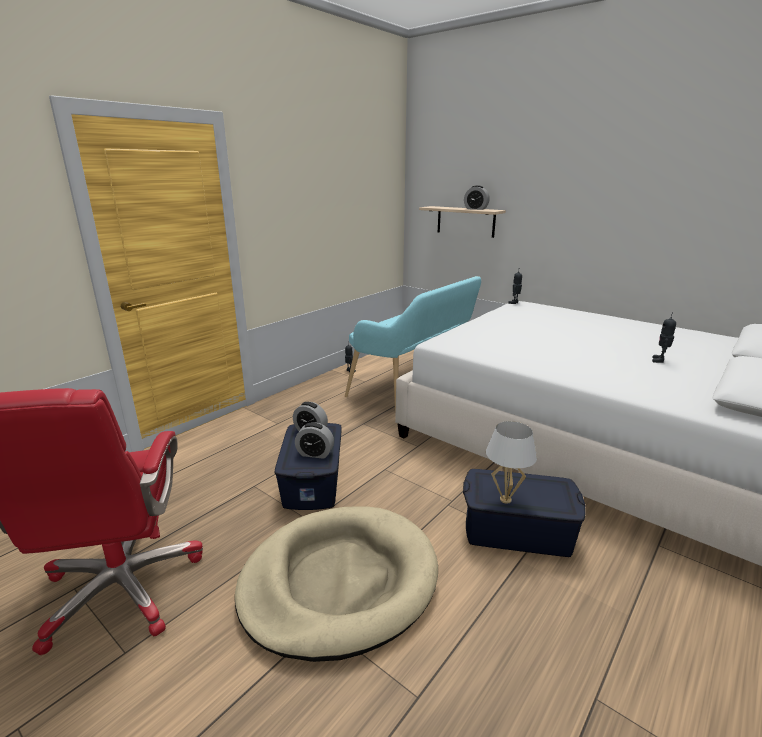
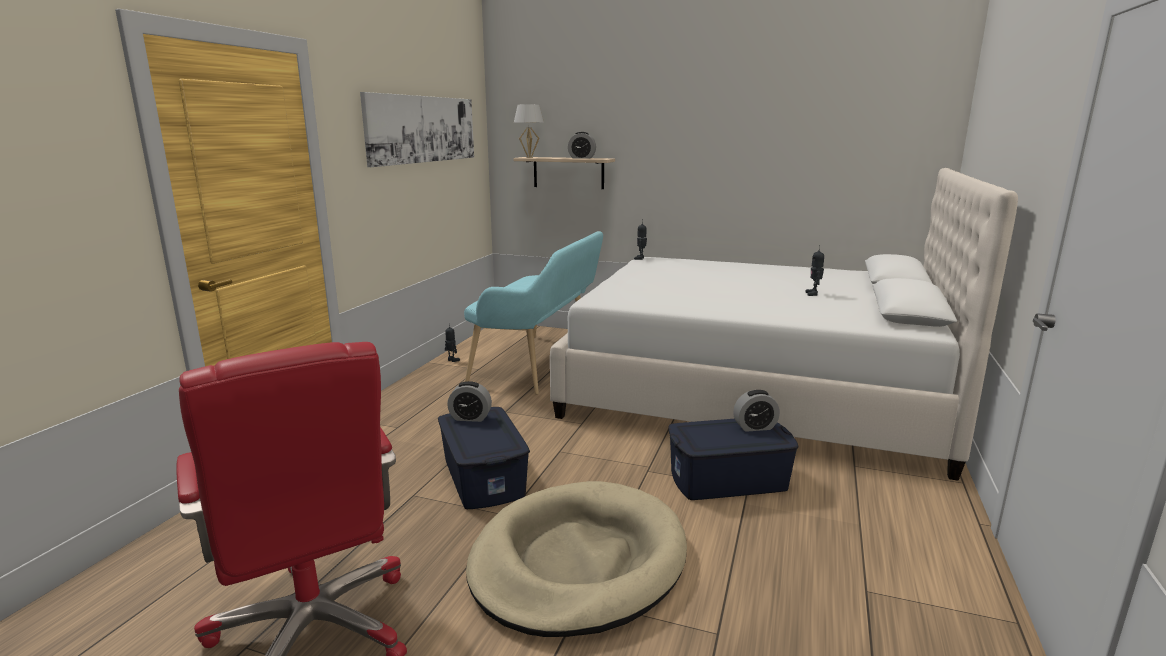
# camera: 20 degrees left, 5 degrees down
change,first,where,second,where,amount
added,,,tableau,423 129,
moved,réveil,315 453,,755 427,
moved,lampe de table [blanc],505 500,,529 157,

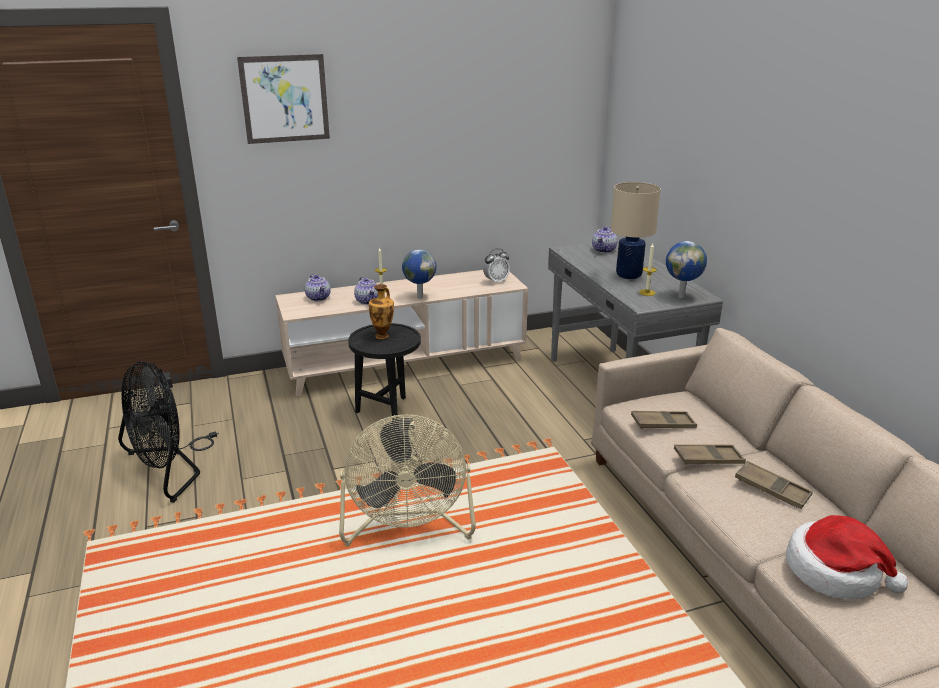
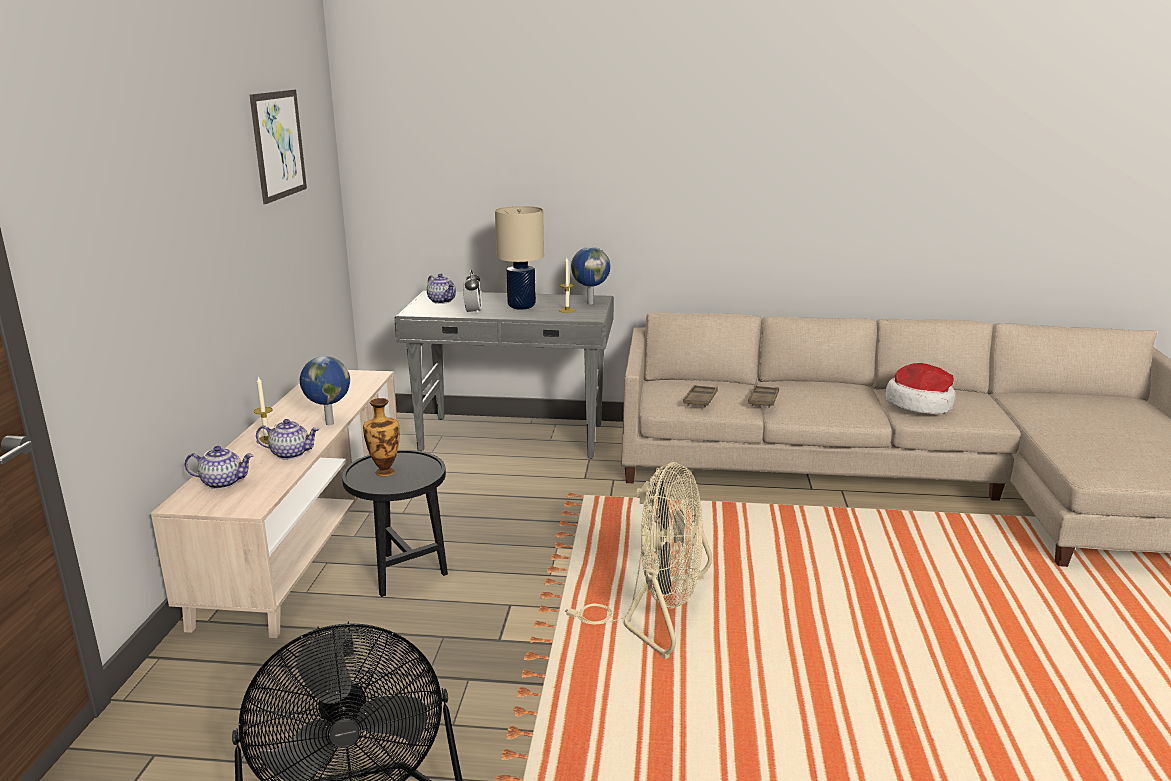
# camera: 65 degrees left, 5 degrees down
change,first,where,second,where,amount
removed,plateau [marron],772 489,,,
moved,tableau,285 99,,278 144,
moved,réveil,496 281,,473 312,

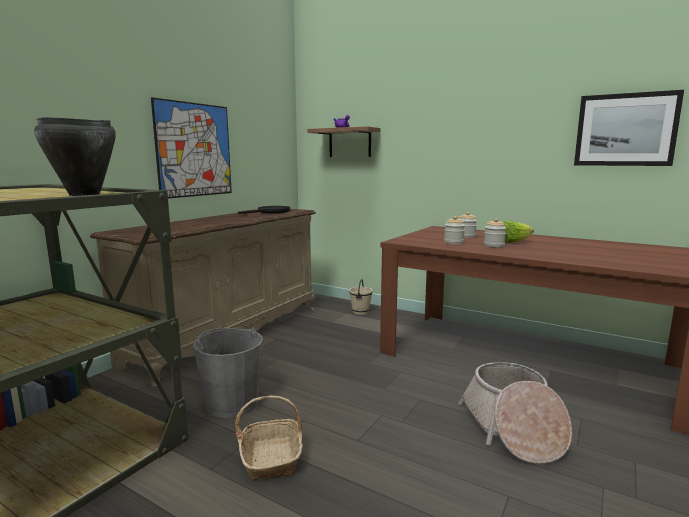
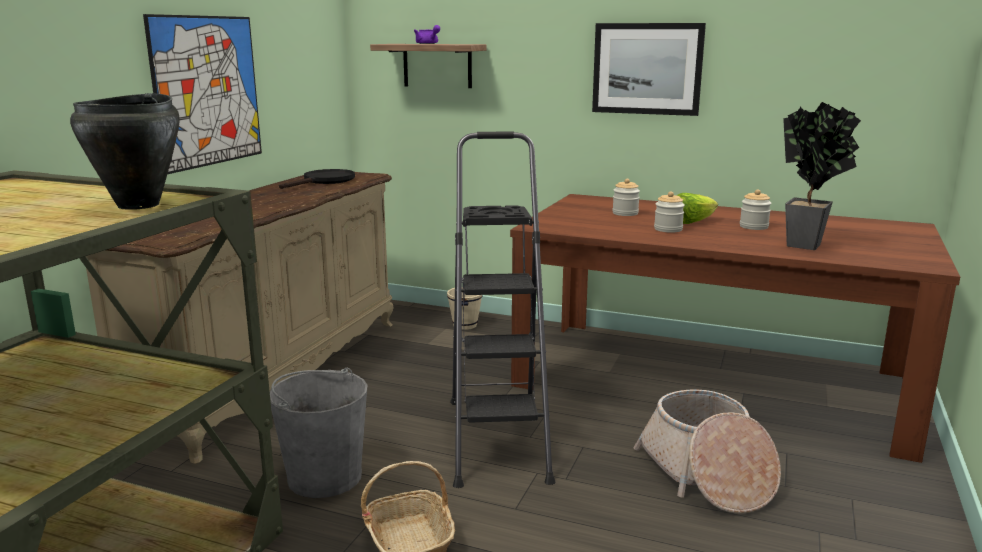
# camera: 10 degrees left, 5 degrees up
change,first,where,second,where,amount
added,,,escabeau,497 437,
added,,,plante en pot,808 247,
moved,bocal,453 242,,753 227,
moved,tableau,625 130,,647 69,

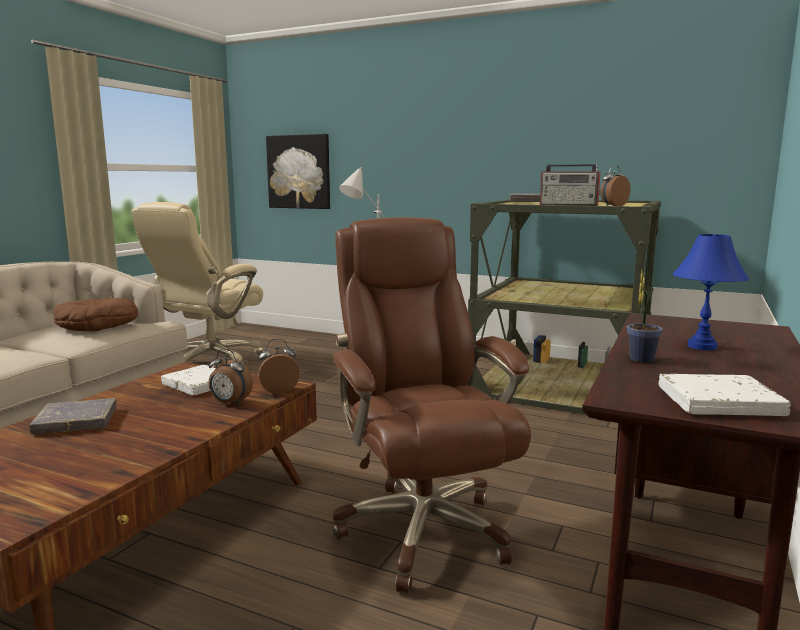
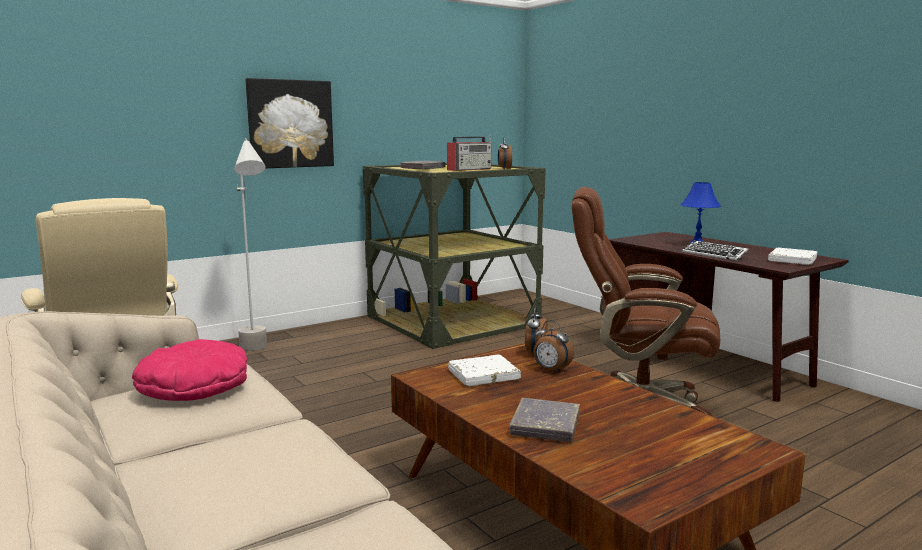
# camera: 60 degrees left, 0 degrees up
change,first,where,second,where,amount
moved,tableau,299 172,,290 124,
replaced,plante en pot,642 358,clavier,714 254,
recoloured,coussin [marron],97 326,coussin [rose],193 387,
turned,réveil,230 403,,551 370,75 degrees clockwise

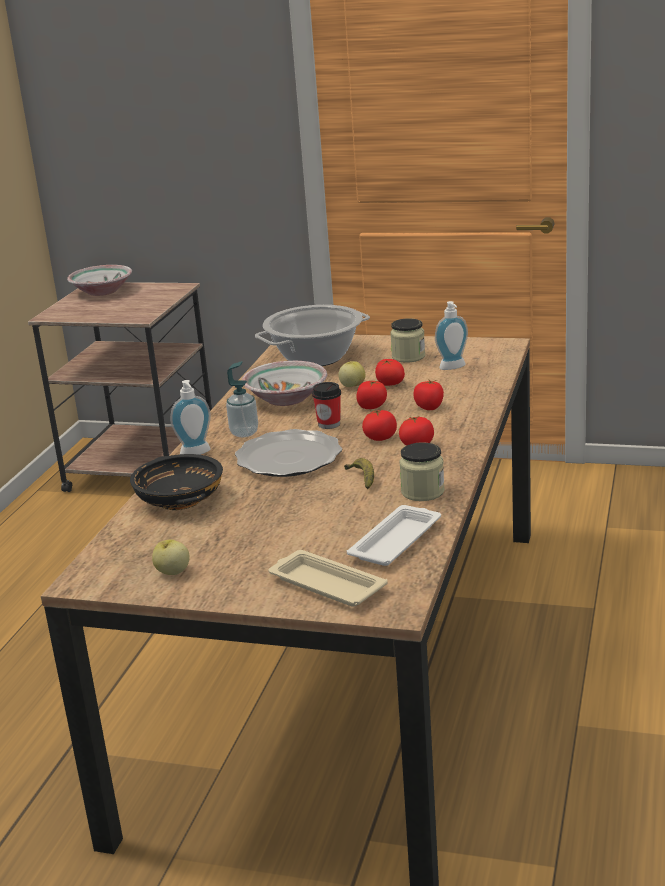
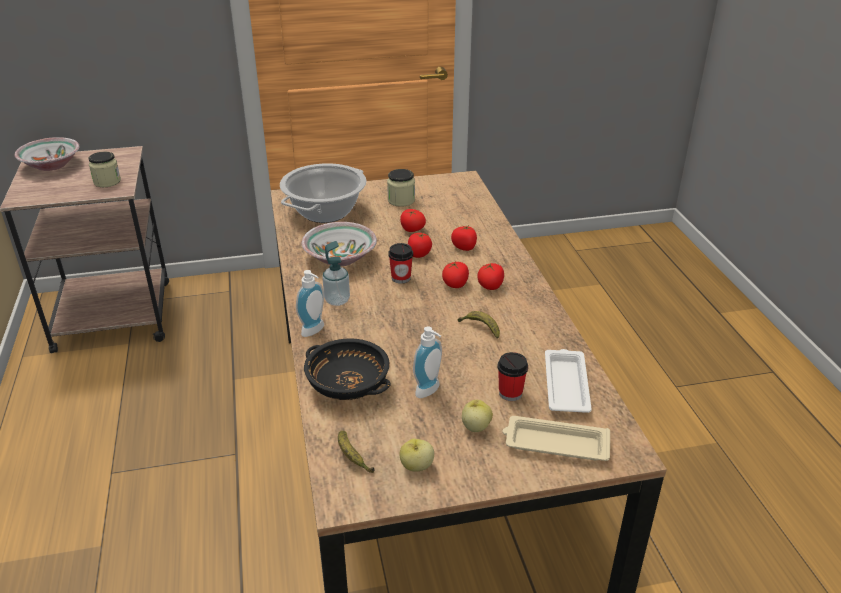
# camera: 30 degrees left, 10 degrees up
change,first,where,second,where,amount
removed,assiette,288 458,,,
added,,,banane,352 457,
added,,,tasse,510 393,
moved,pomme,352 386,,475 427,
moved,bocal,422 492,,107 182,
moved,distributeur de savon,454 368,,430 391,

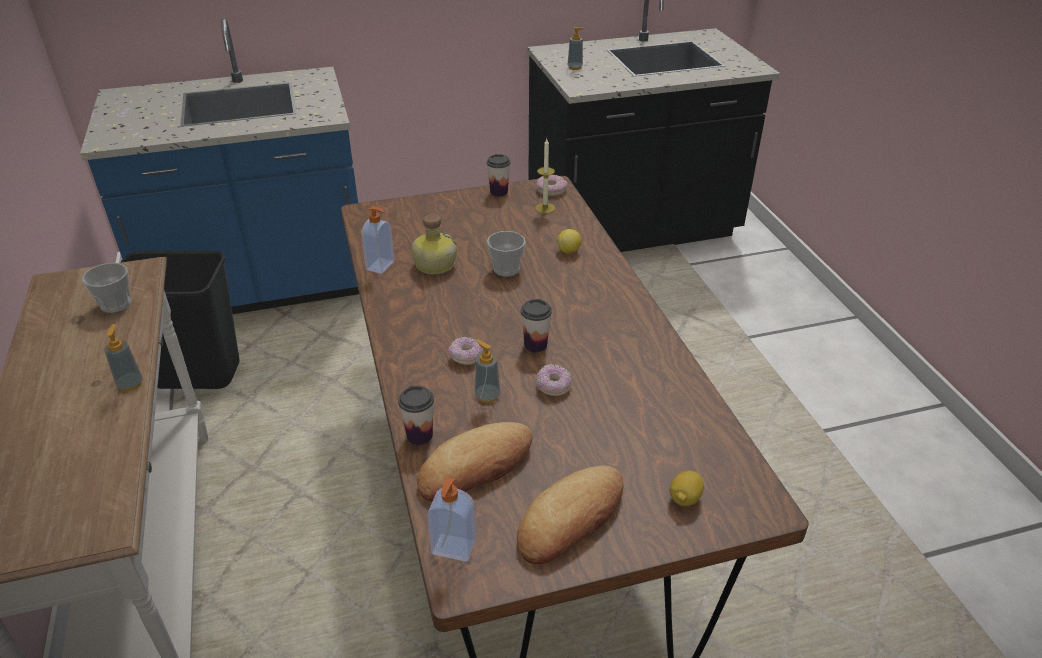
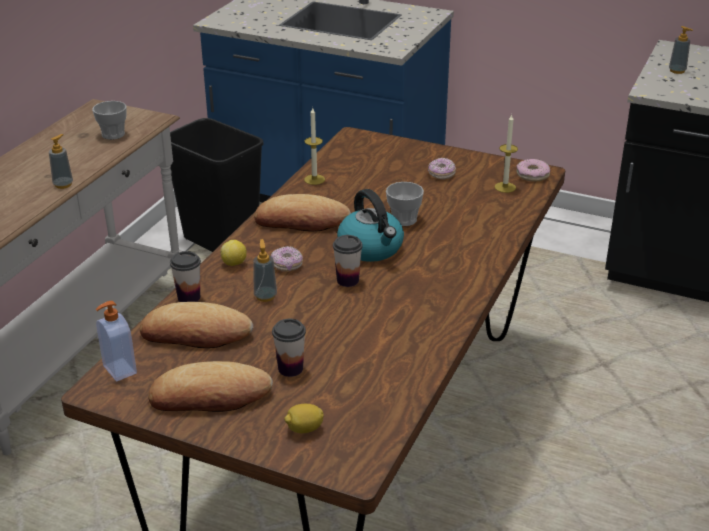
# camera: 40 degrees right, 5 degrees down
change,first,where,second,where,amount
removed,bouteille,434 264,,,
added,,,pain,301 221,
added,,,bouilloire,371 248,
moved,tasse,499 192,,290 369,
moved,beignet,553 386,,441 174,
moved,citron,569 251,,234 263,
replaced,distributeur de savon,381 266,bougie,314 179,

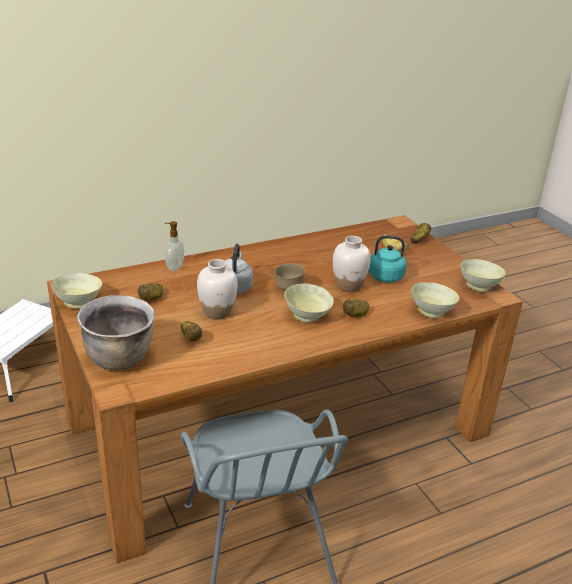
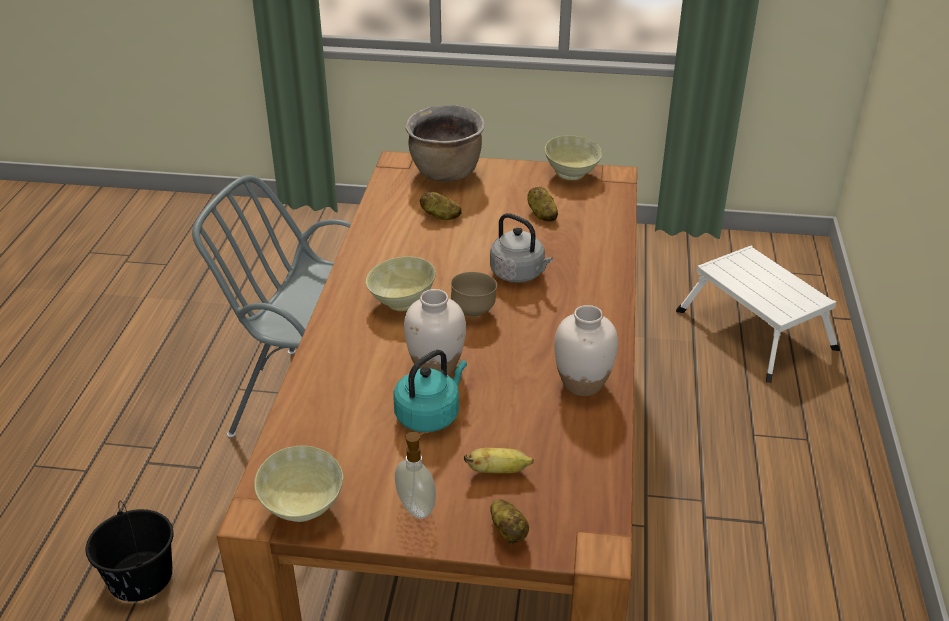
# camera: 125 degrees right, 5 degrees up
change,first,where,second,where,amount
removed,pomme de terre,356 315,,,
removed,bol [beige],432 312,,,
added,,,seau [noir],140 576,
moved,distributeur de savon,174 267,,417 507,
moved,vase [blanc],217 313,,582 384,

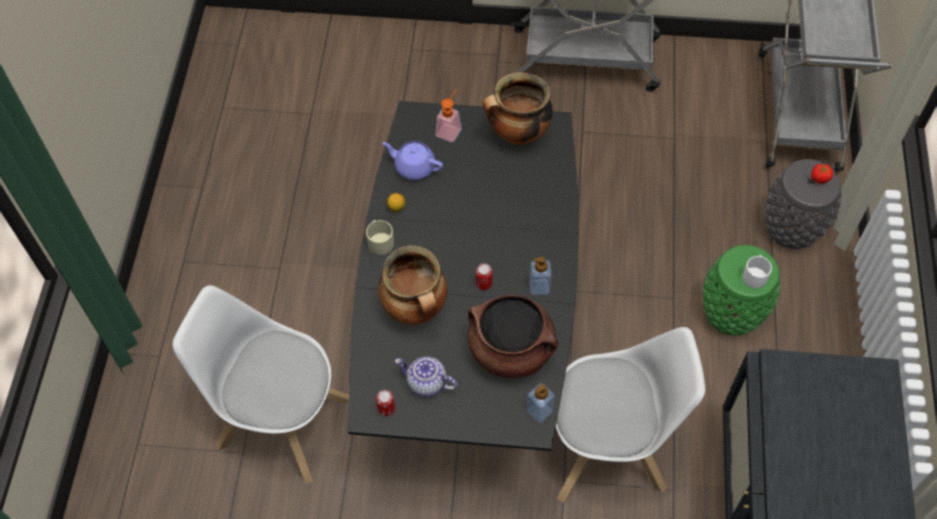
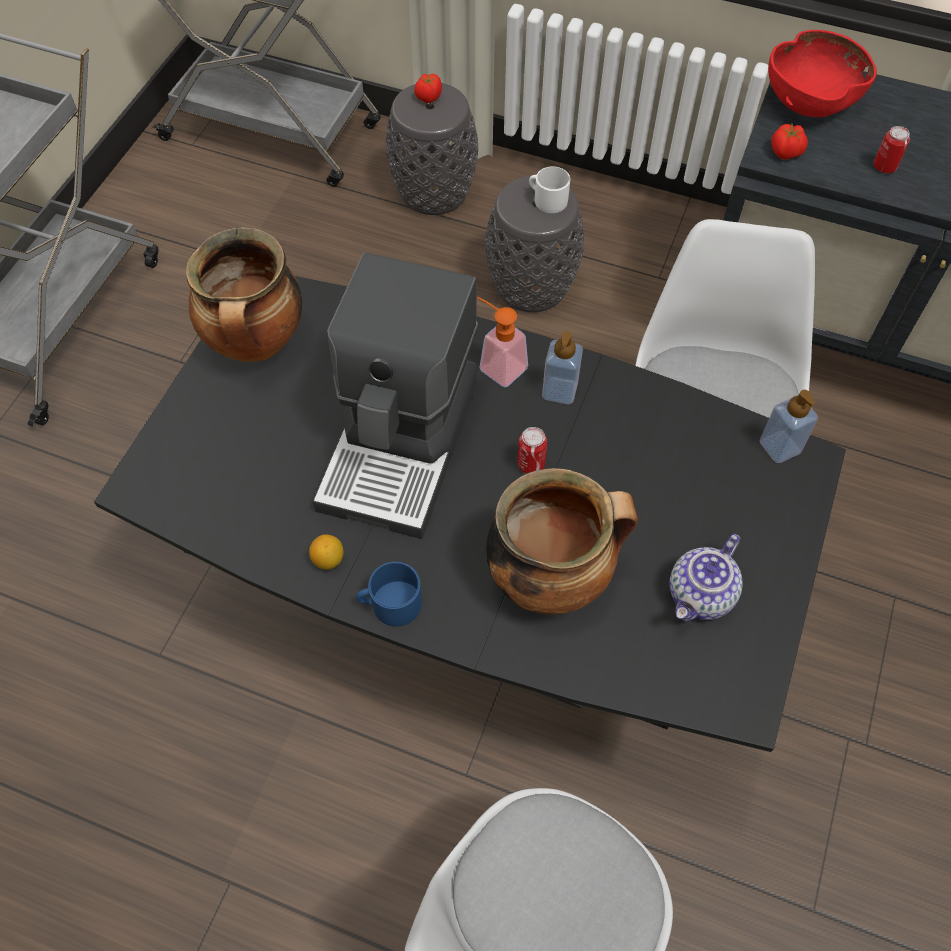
# camera: 75 degrees left, 0 degrees up
change,first,where,second,where,amount
removed,théière [violet],414 167,,,
removed,marmite [marron],511 349,,,
added,,,machine à café,402 444,
added,,,bol [rouge],809 101,
added,,,tomate,786 153,
moved,boîte métallique,386 409,,884 166,
moved,distributeur de savon,450 129,,497 365,
recoloured,mug [beige],380 241,mug [bleu],390 604,
recoloured,tabouret [vert],731 312,tabouret [gris],531 286,

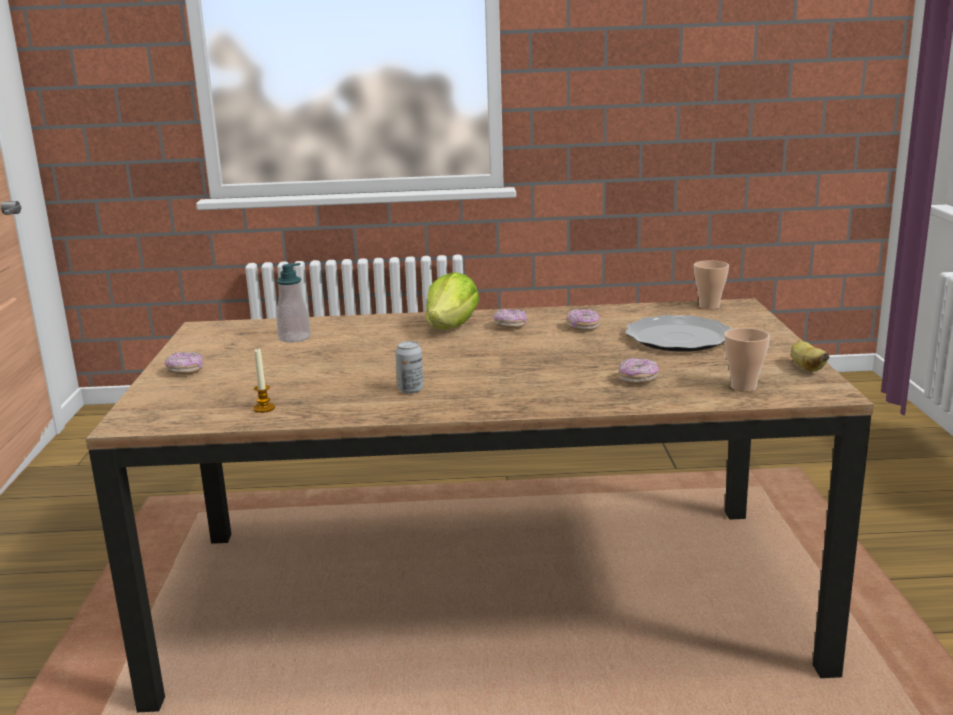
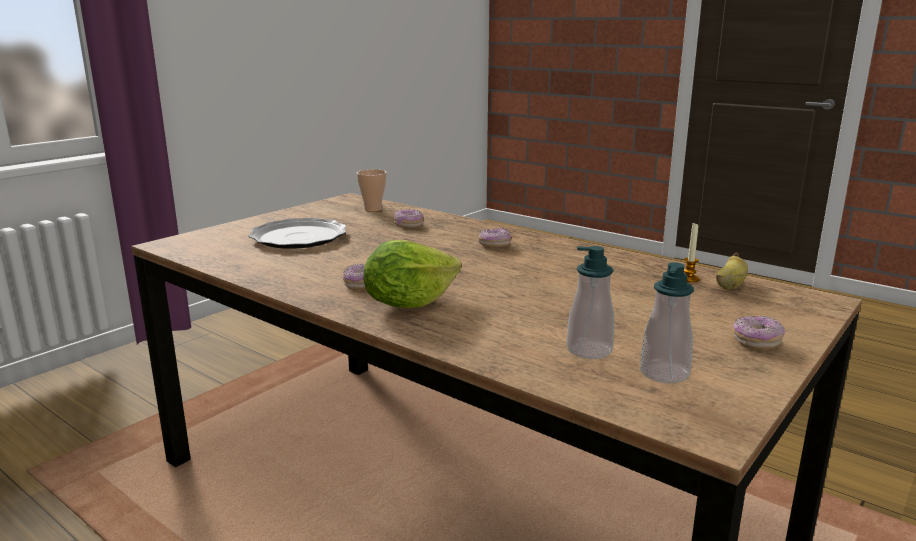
# camera: 140 degrees left, 0 degrees up
change,first,where,second,where,amount
removed,boîte métallique,410 390,,,
removed,tasse,709 307,,,
added,,,distributeur de savon,664 373,
moved,beignet,583 327,,494 245,
moved,banane,806 368,,729 286,

